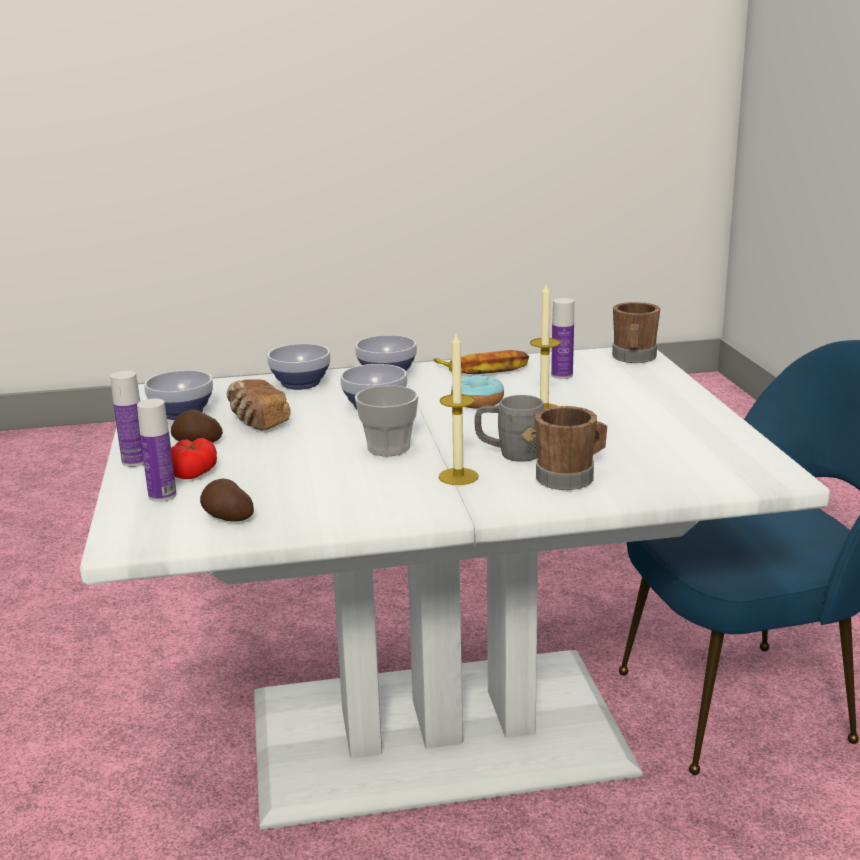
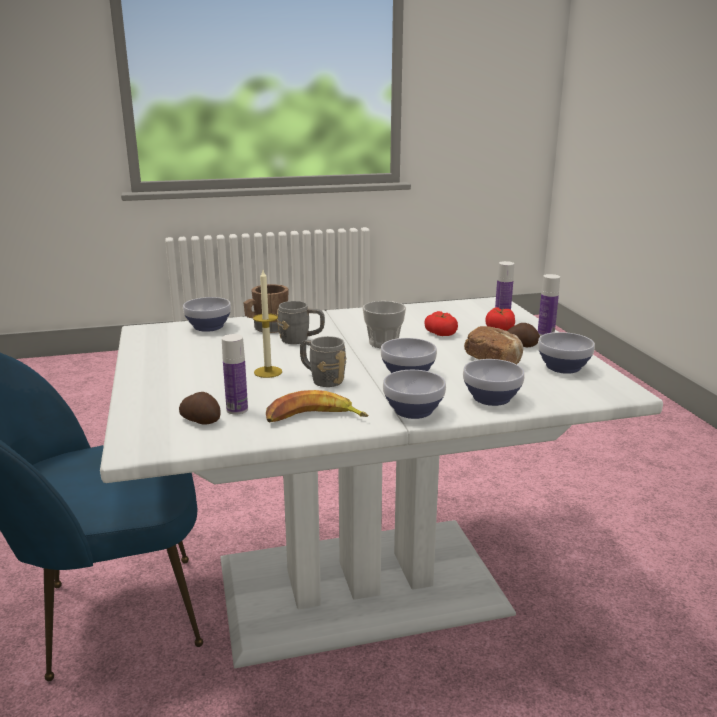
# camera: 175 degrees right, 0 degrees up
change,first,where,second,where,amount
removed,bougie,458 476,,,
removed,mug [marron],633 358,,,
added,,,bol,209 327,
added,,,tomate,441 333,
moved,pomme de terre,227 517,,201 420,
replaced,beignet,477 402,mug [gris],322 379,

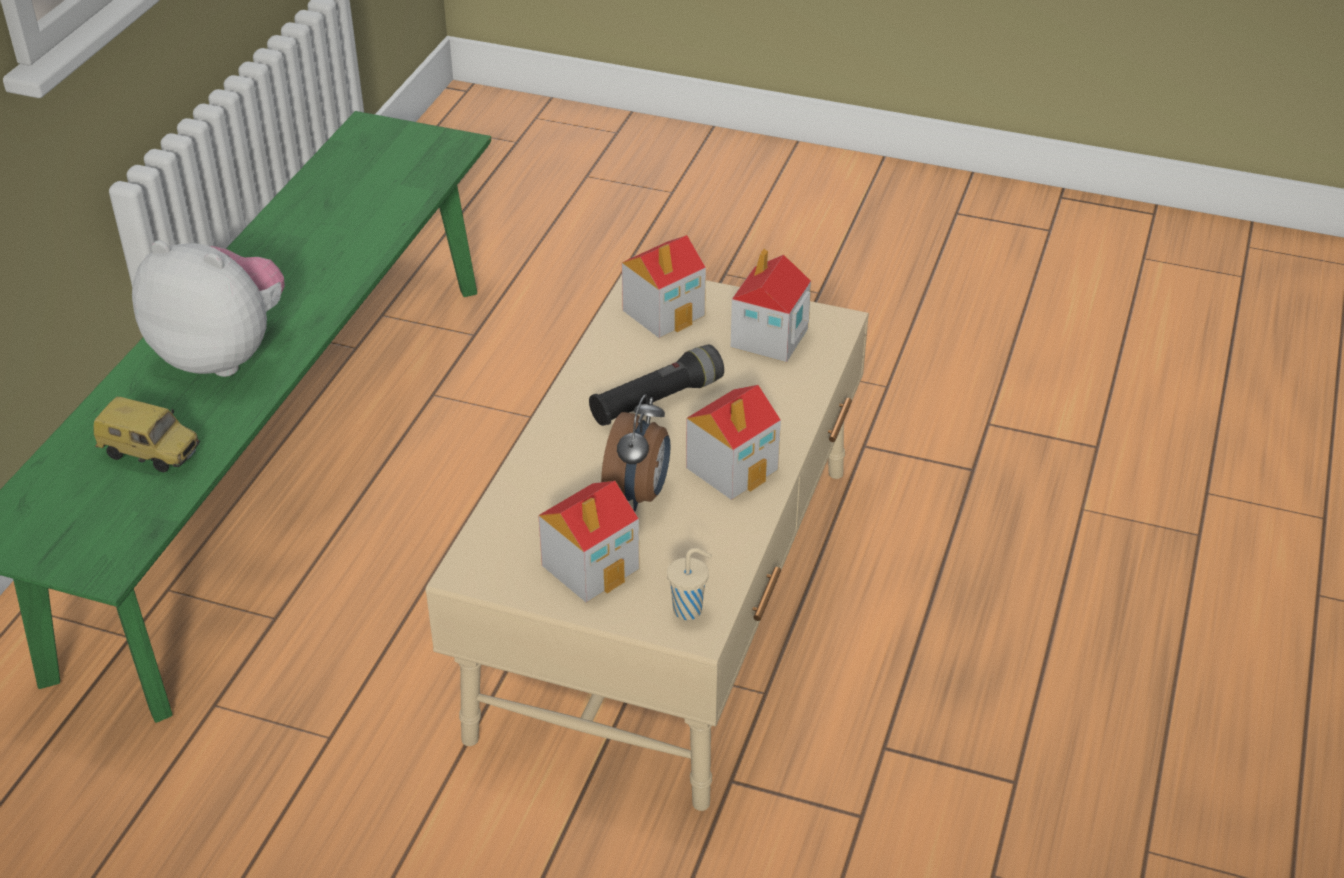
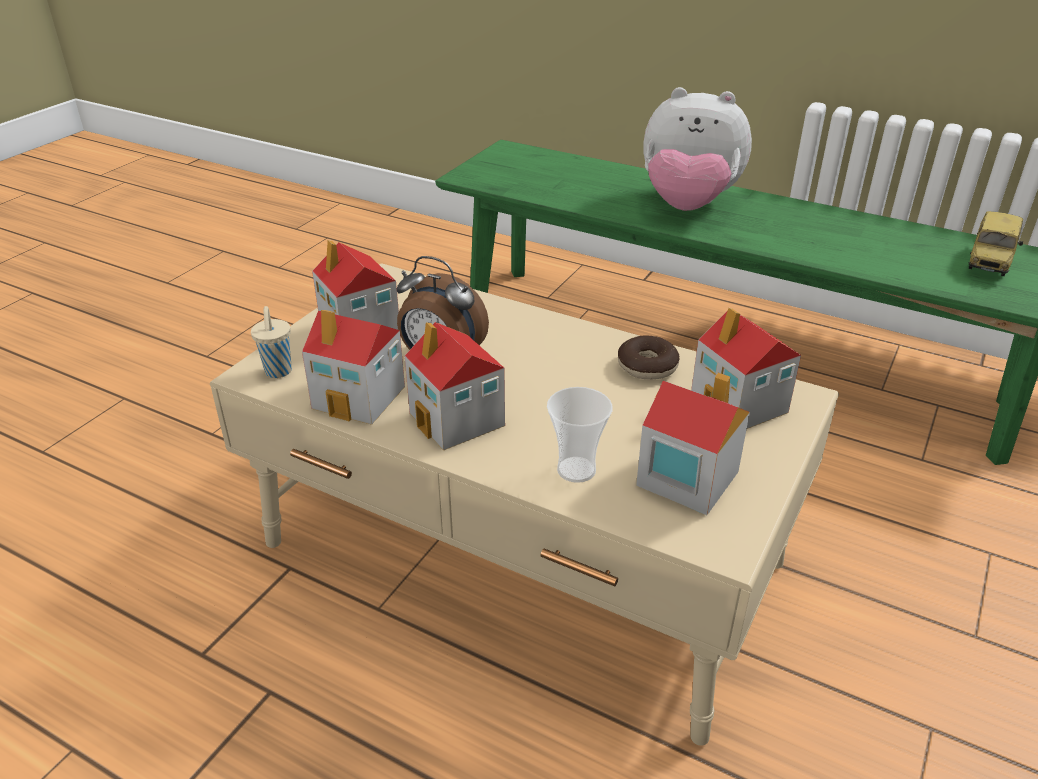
# camera: 100 degrees right, 5 degrees down
change,first,where,second,where,amount
removed,lampe de poche [noir],656 400,,,
added,,,maison miniature,360 397,
added,,,tasse,576 470,
added,,,beignet,647 366,
moved,petite voiture,152 453,,990 264,
turned,peluche,223 354,,688 205,75 degrees clockwise

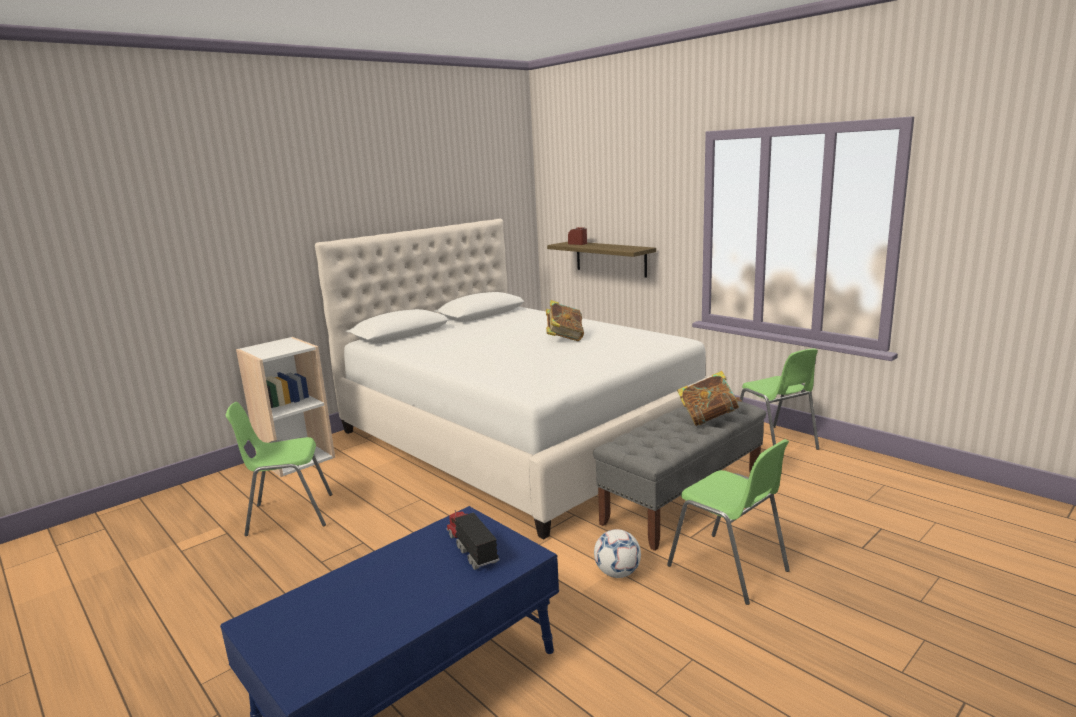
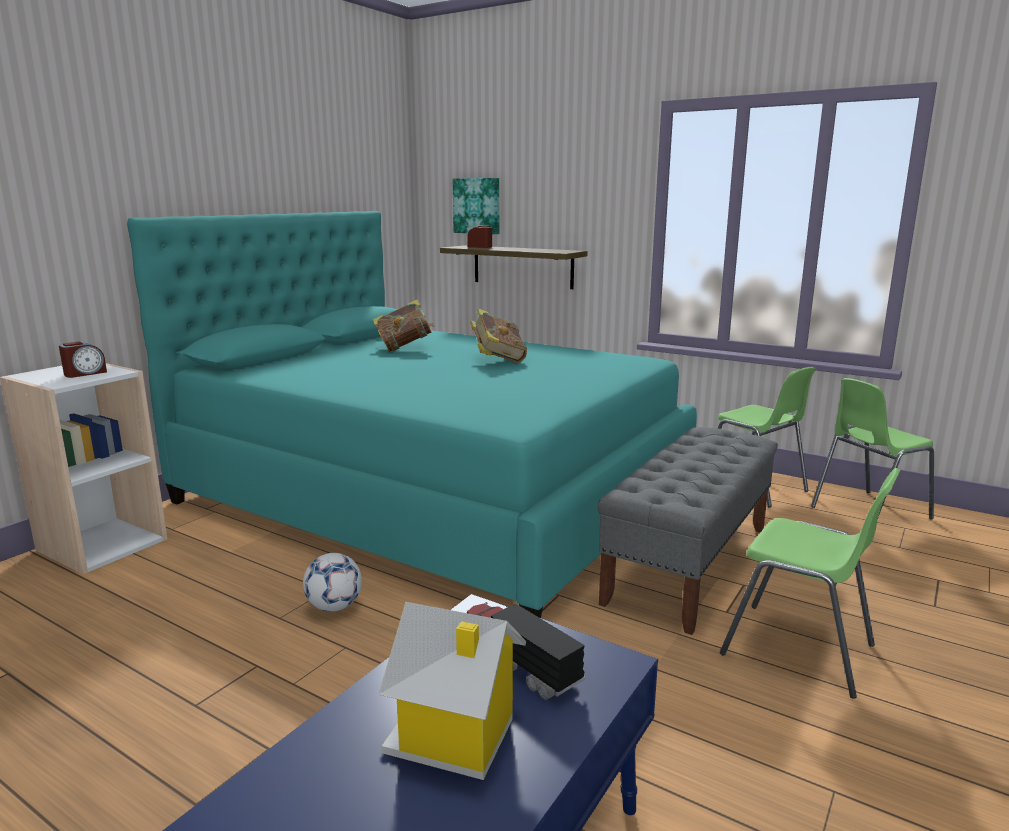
# camera: 15 degrees left, 0 degrees up
change,first,where,second,where,amount
added,,,réveil,85 373,
added,,,maison miniature,454 738,
added,,,tableau,477 206,
moved,chaise [vert],289 515,,868 512,
moved,ballon de foot,617 573,,334 607,
moved,livre,708 419,,404 348,
recoloured,lit [blanc],521 436,lit [turquoise],434 494,

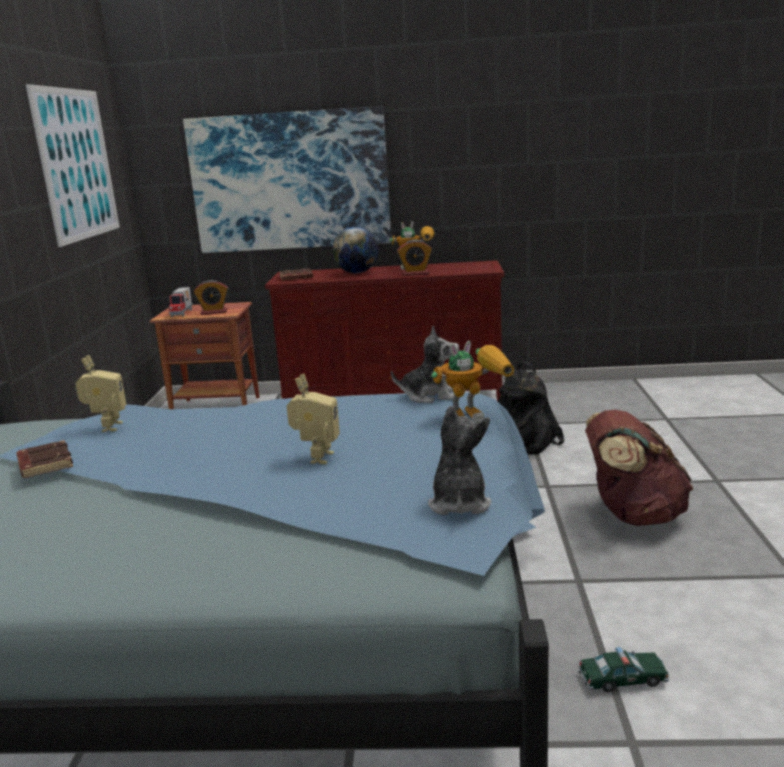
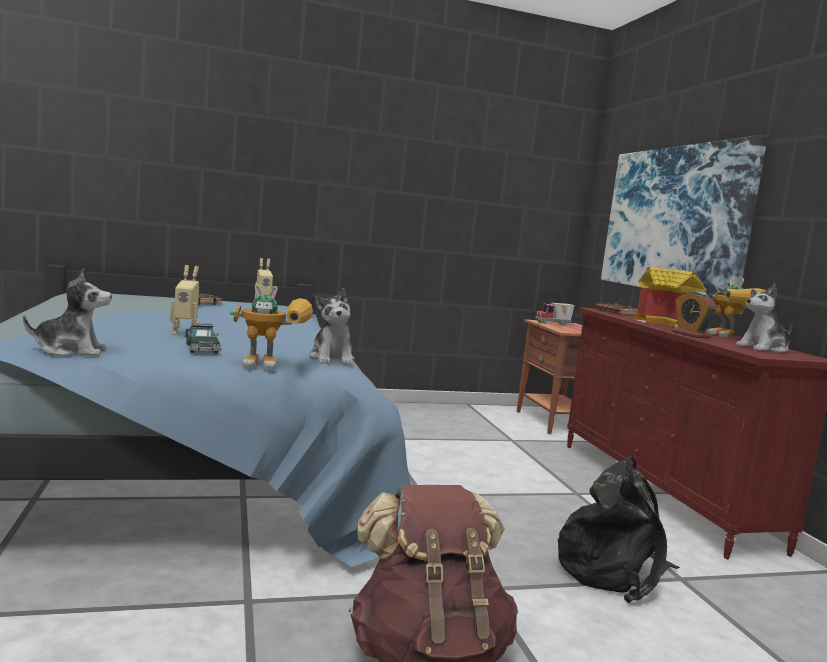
# camera: 70 degrees right, 10 degrees down
change,first,where,second,where,amount
removed,tableau,77 164,,,
removed,réveil,214 312,,,
added,,,peluche,763 348,
moved,petite voiture,622 679,,201 348,
replaced,globe,357 272,maison miniature,667 324,
turned,robot jouet,476 415,,274 366,60 degrees counterclockwise

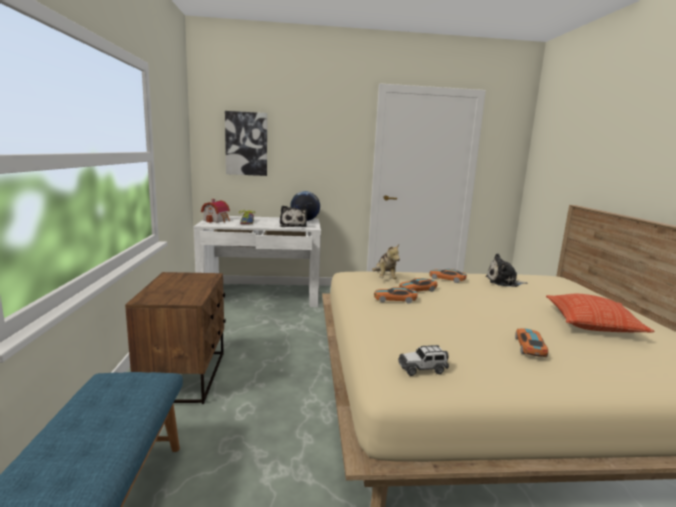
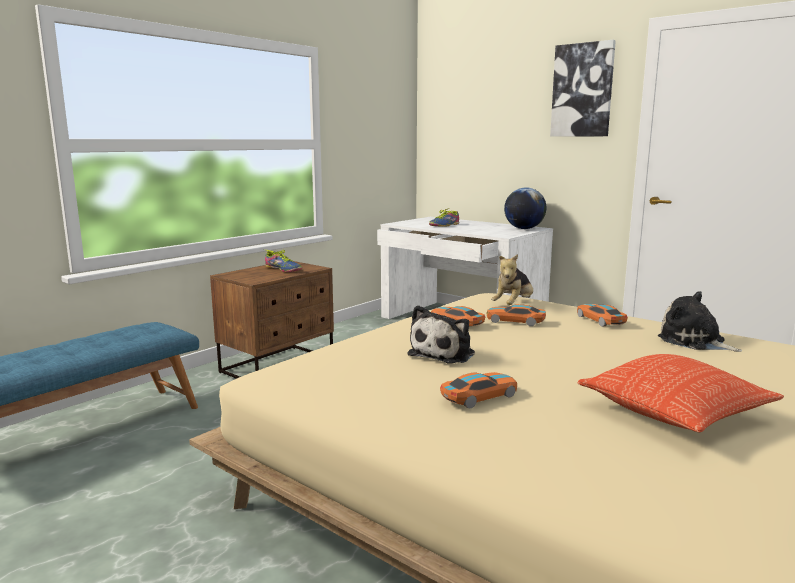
# camera: 45 degrees right, 0 degrees up
change,first,where,second,where,amount
removed,maison miniature,217 220,,,
removed,petite voiture,422 369,,,
added,,,chaussure,283 269,
moved,tableau,246 144,,582 90,
moved,peluche,292 226,,444 353,

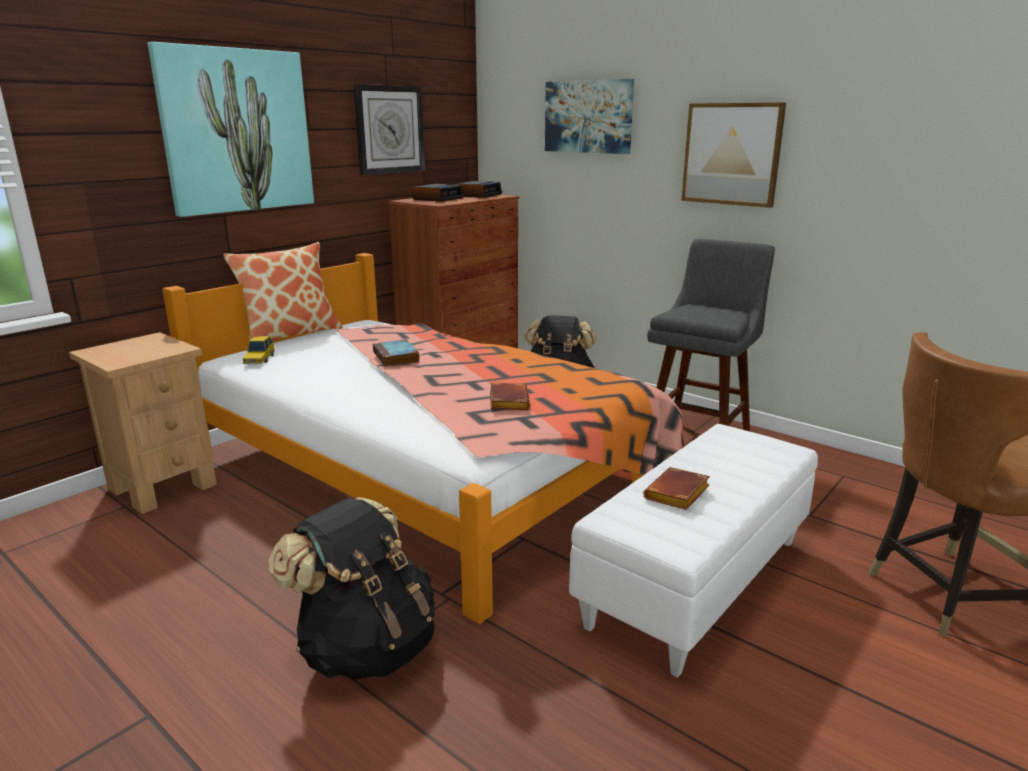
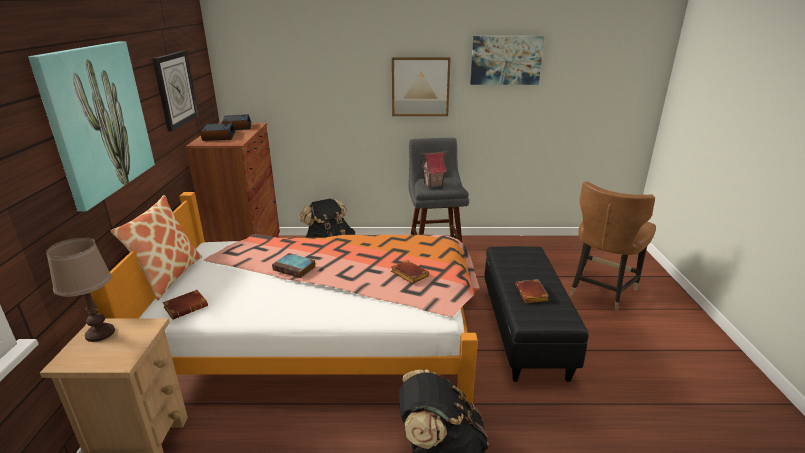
# camera: 40 degrees left, 5 degrees up
change,first,where,second,where,amount
added,,,lampe de table [marron],100 333,
added,,,maison miniature,433 185,
moved,tableau,588 117,,506 60,
replaced,petite voiture,259 359,livre [marron],187 307,
recoloured,pouf [blanc],695 582,pouf [noir],523 332,

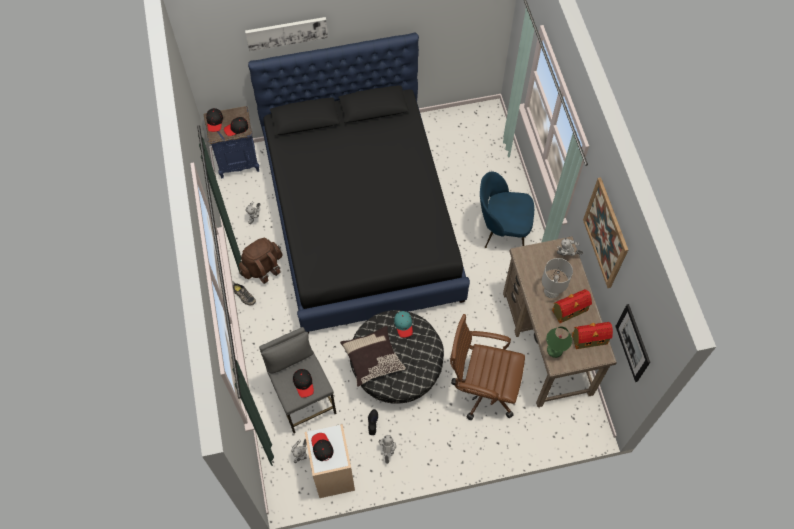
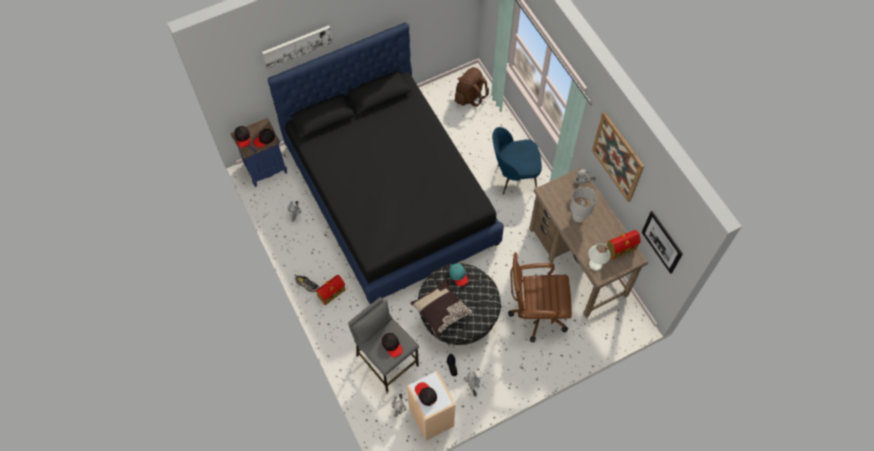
# camera: 15 degrees left, 0 degrees up
change,first,where,second,where,amount
moved,sac à dos [marron],262 268,,470 96,
moved,maison miniature,569 311,,331 293,
recoloured,lampe de table [vert],555 350,lampe de table [blanc],596 264,

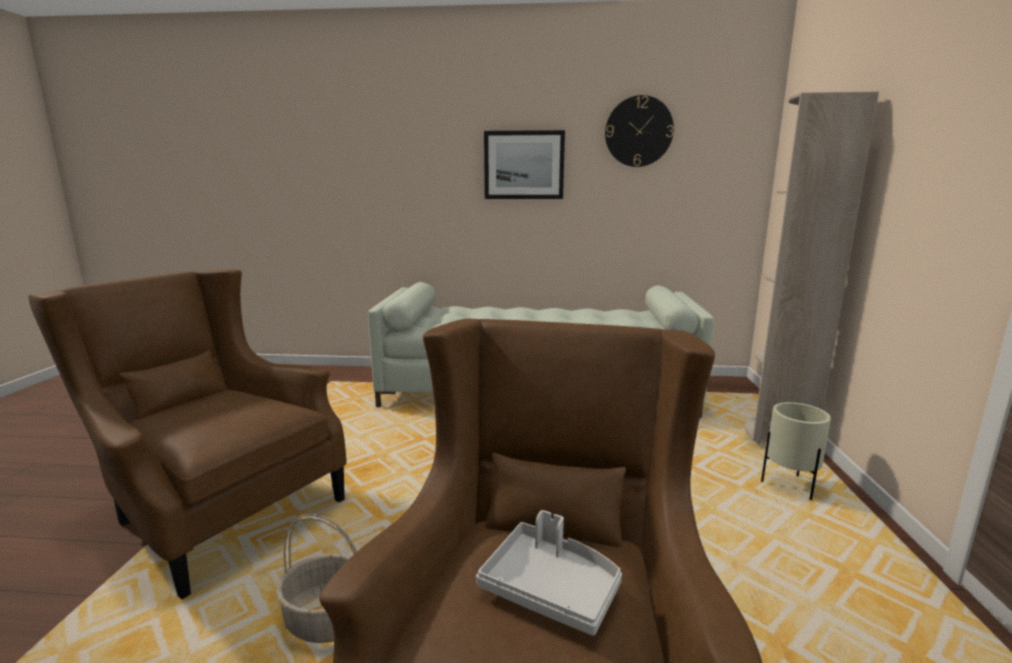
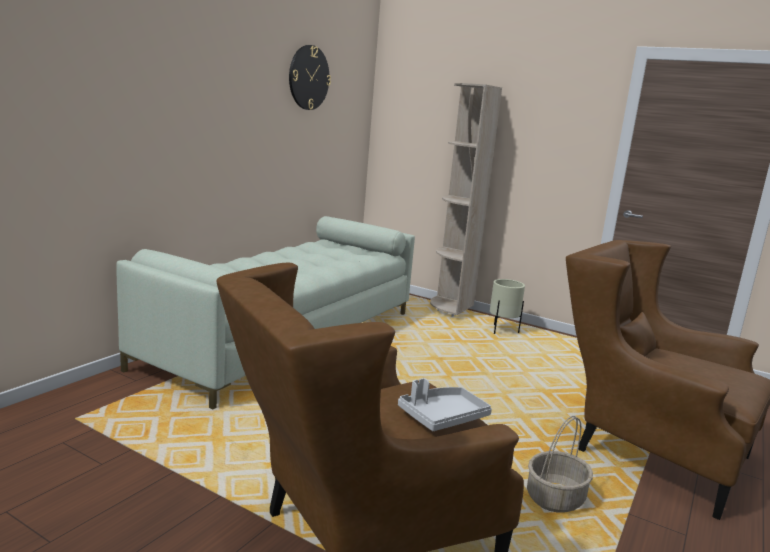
# camera: 65 degrees left, 0 degrees up
change,first,where,second,where,amount
removed,tableau,524 165,,,
moved,plateau [gris],551 588,,442 417,

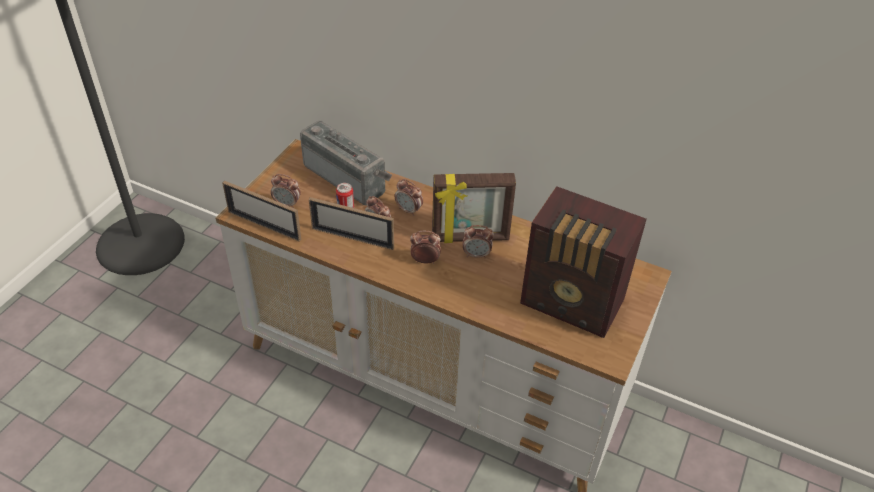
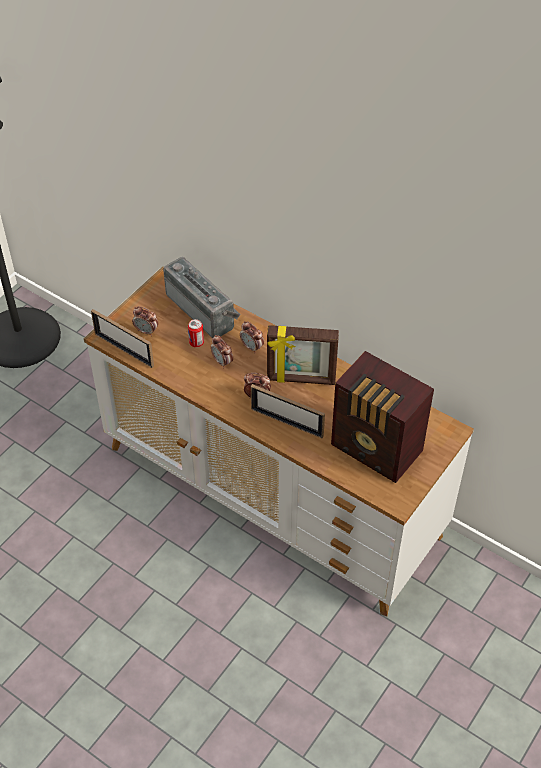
# camera: 10 degrees right, 5 degrees up
change,first,where,second,where,amount
removed,réveil,476 255,,,
moved,cadre photo,352 238,,287 422,

